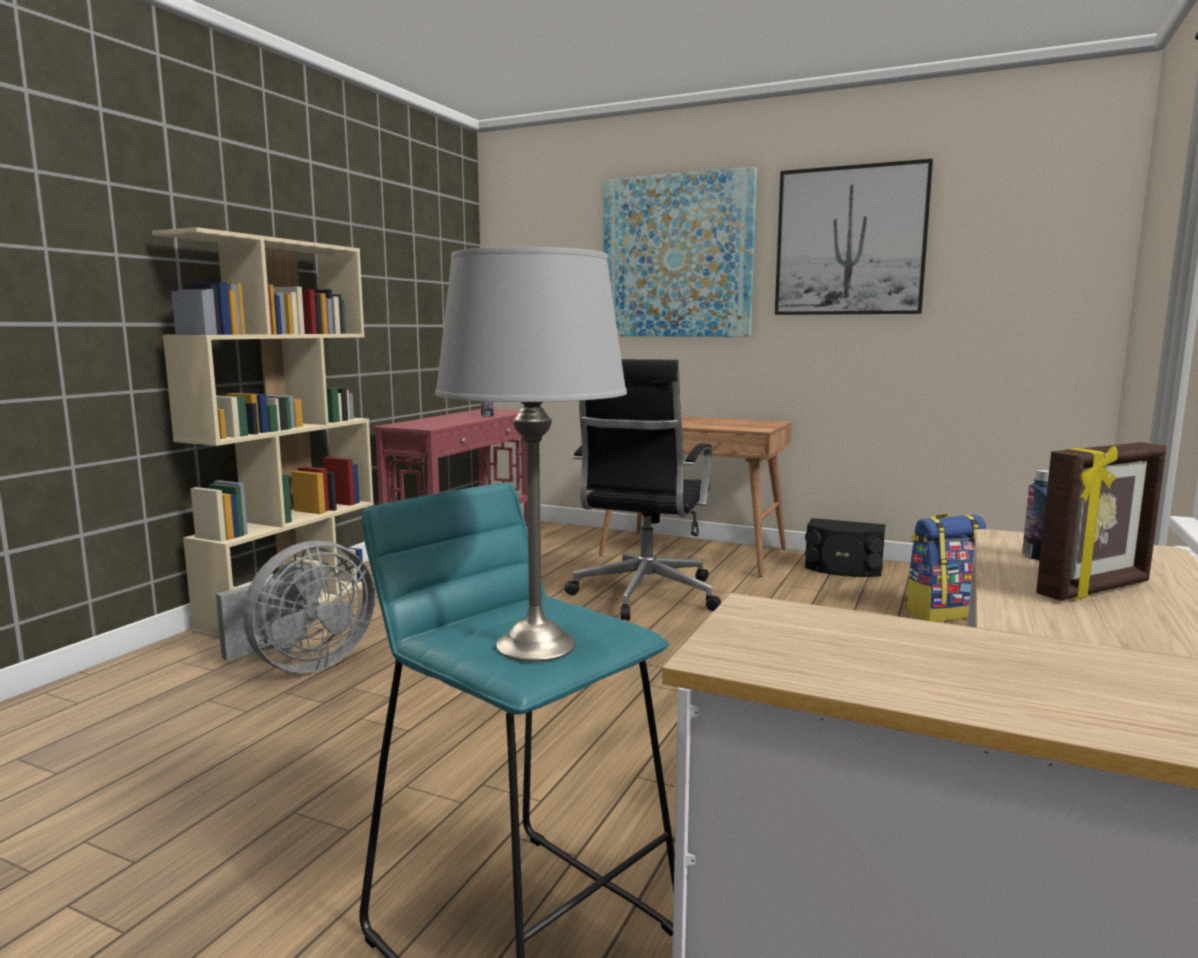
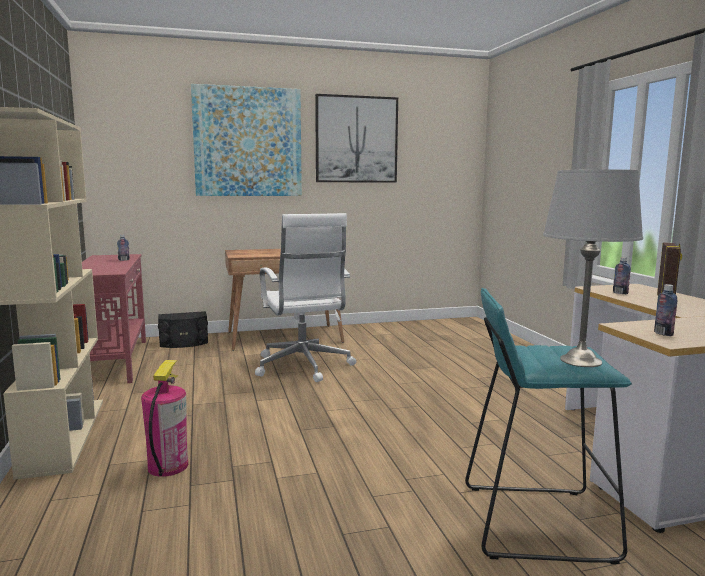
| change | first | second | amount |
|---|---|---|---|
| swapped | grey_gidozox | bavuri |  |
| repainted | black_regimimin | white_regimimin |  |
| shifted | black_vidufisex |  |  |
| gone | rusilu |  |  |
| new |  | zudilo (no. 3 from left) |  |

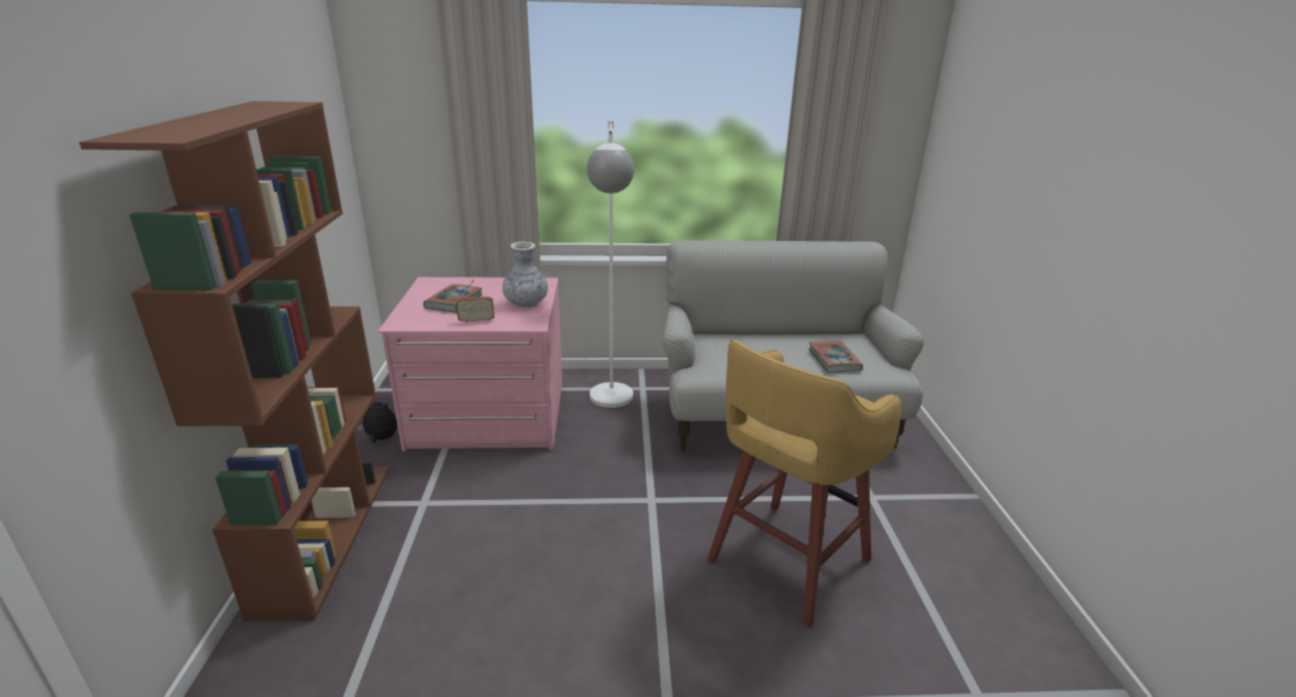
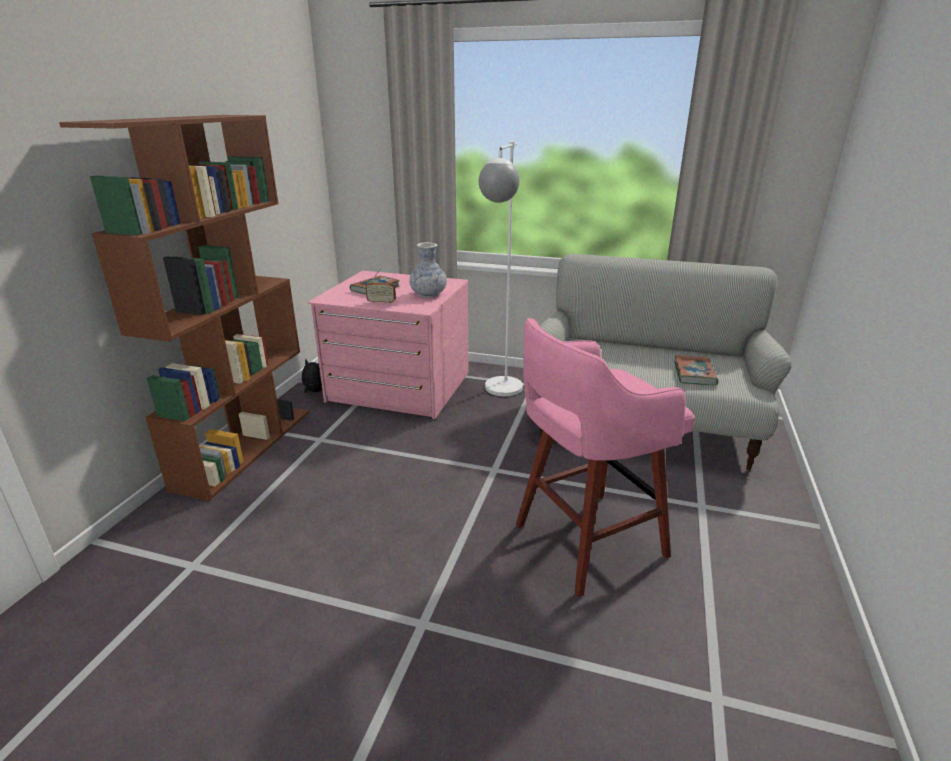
| change | first | second | amount |
|---|---|---|---|
| repainted | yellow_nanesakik | pink_nanesakik |  |

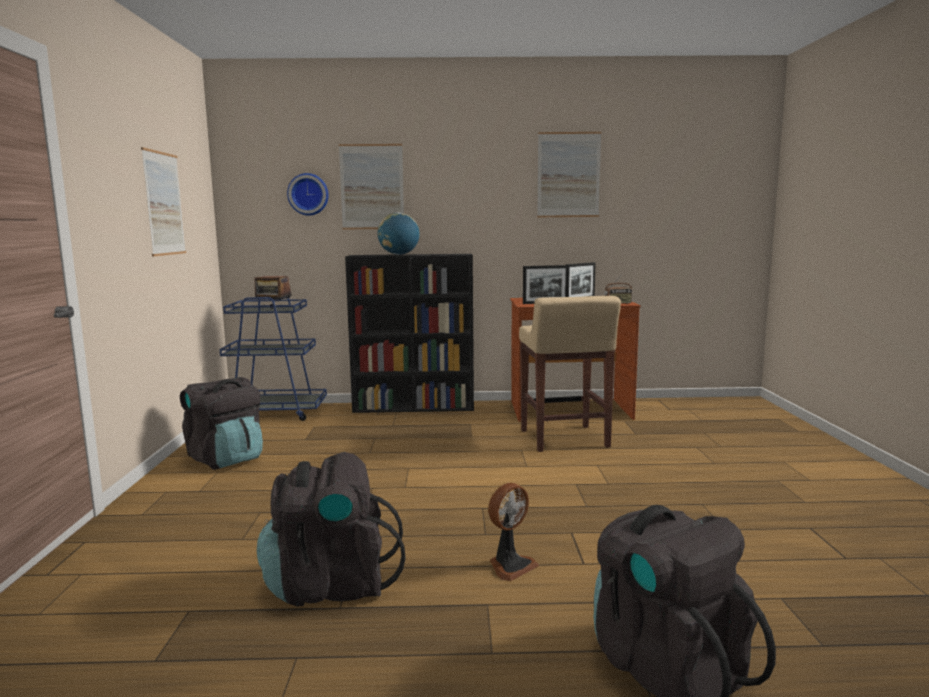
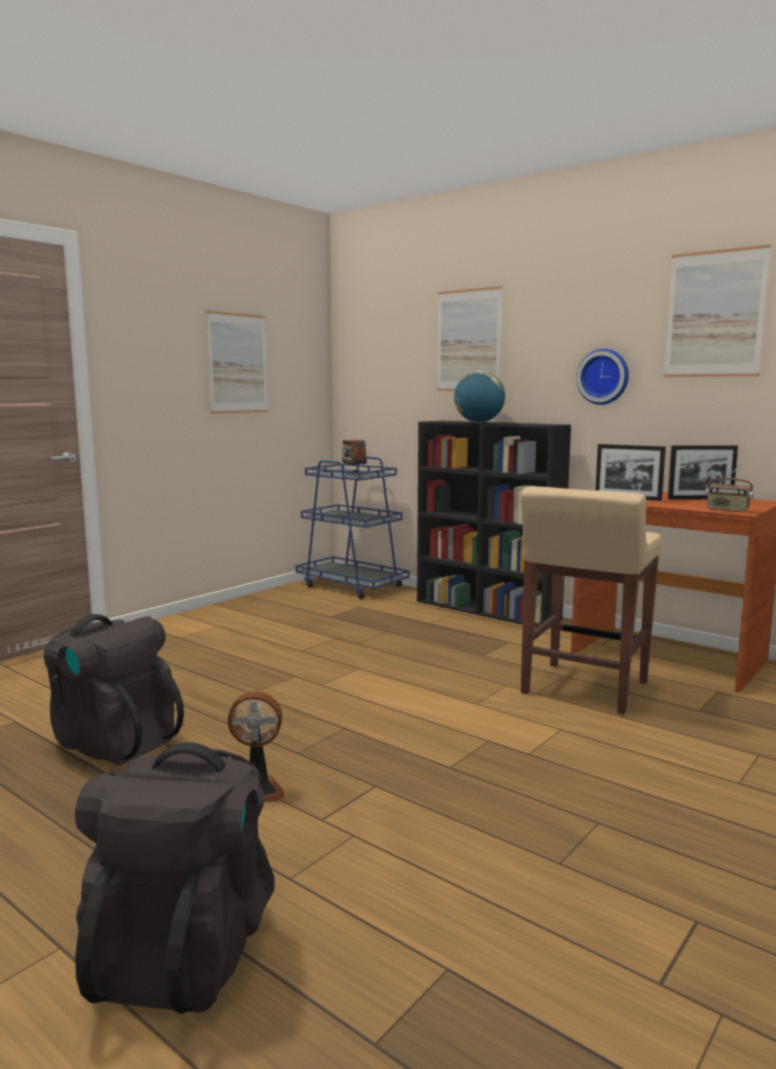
| change | first | second | amount |
|---|---|---|---|
| gone | black_rusilu (no. 1 from left) |  |  |
| shifted | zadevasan |  |  |

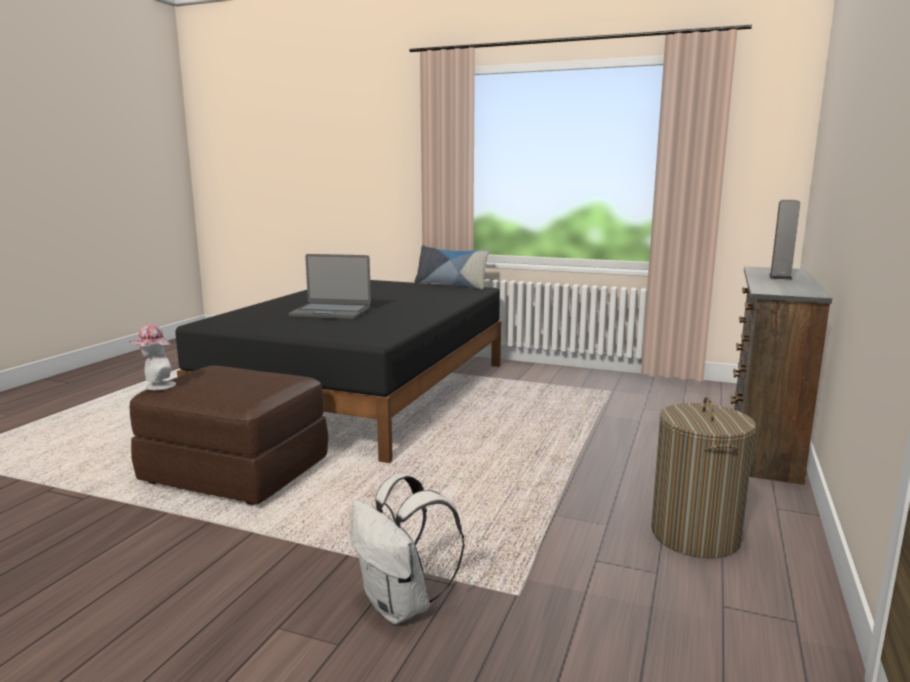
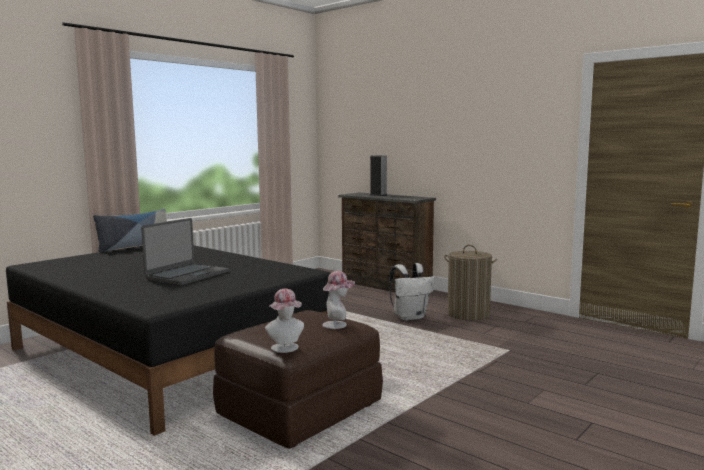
| change | first | second | amount |
|---|---|---|---|
| shifted | white_rusilu |  |  |
| new |  | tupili (no. 2 from left) |  |

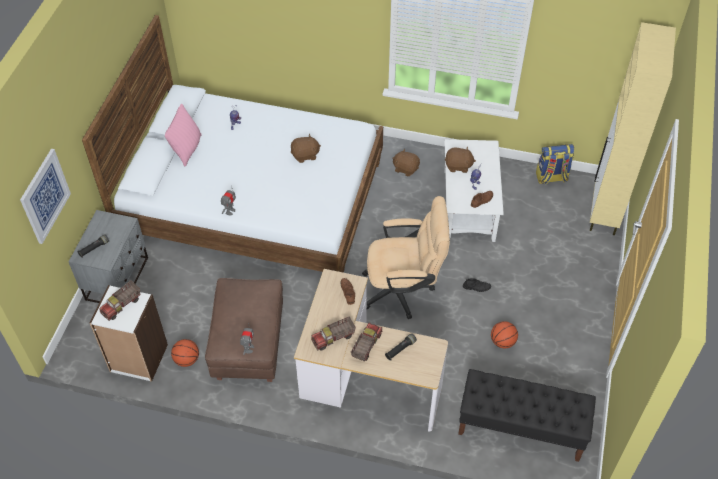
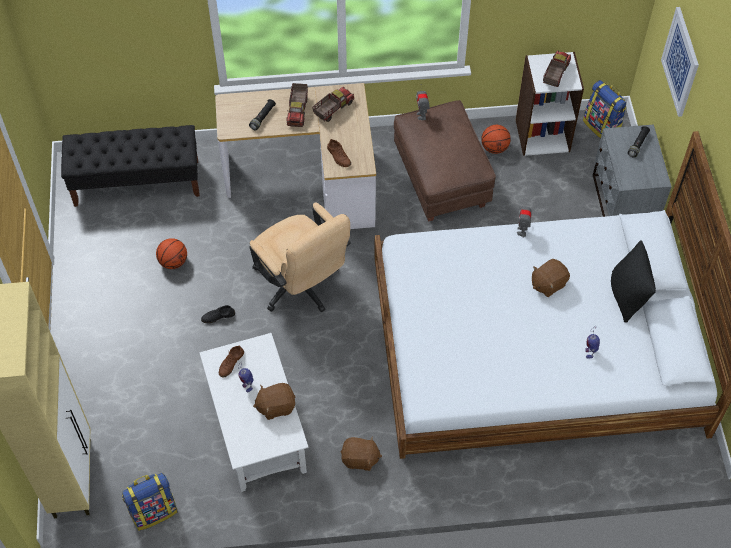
| change | first | second | amount |
|---|---|---|---|
| repainted | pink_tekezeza | black_tekezeza |  |
| shifted | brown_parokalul (no. 1 from left in the first image) | brown_parokalul (no. 3 from left) |  |
| rotated | beige_regimimin |  | 105 degrees counterclockwise |
| new |  | rusilu (no. 2 from left) |  |

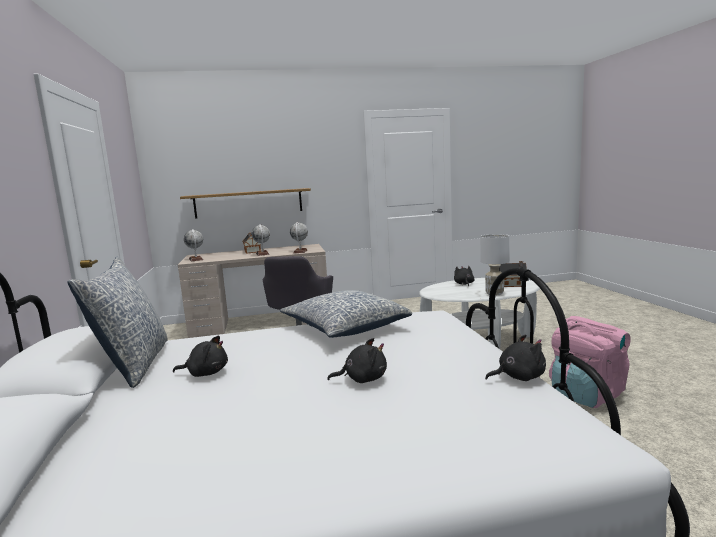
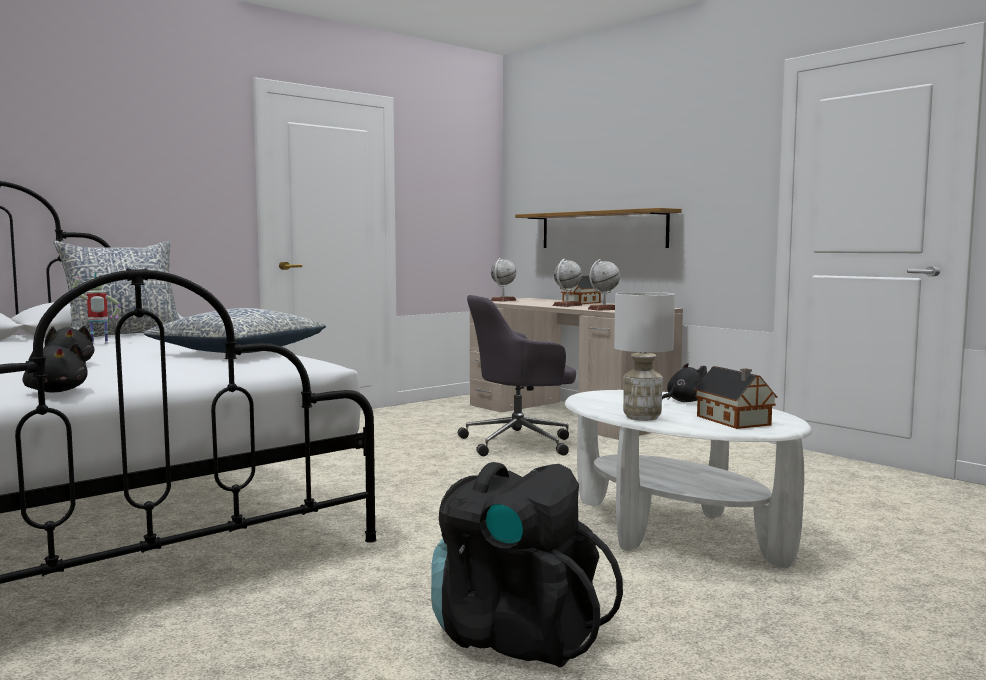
| change | first | second | amount |
|---|---|---|---|
| swapped | black_parokalul (no. 1 from left) | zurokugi |  |
| repainted | pink_rusilu | black_rusilu |  |

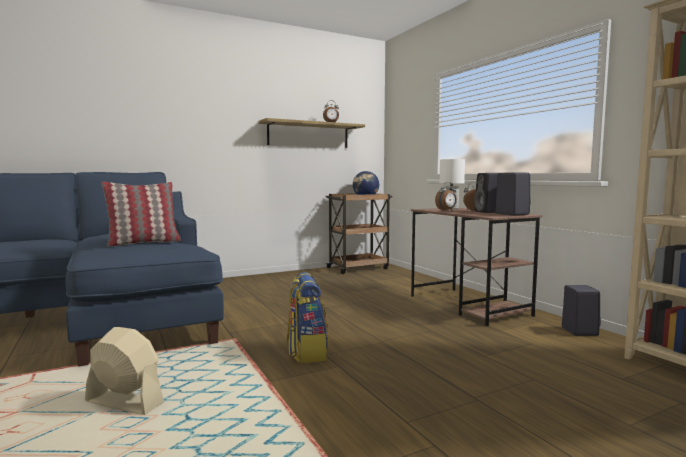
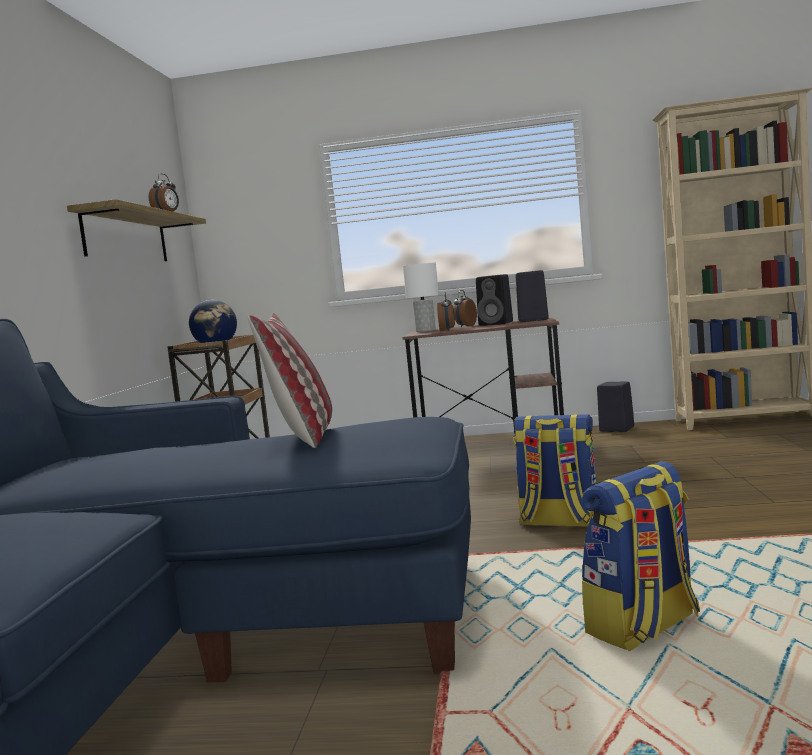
| change | first | second | amount |
|---|---|---|---|
| swapped | beige_gidozox | rusilu (no. 2 from left) |  |

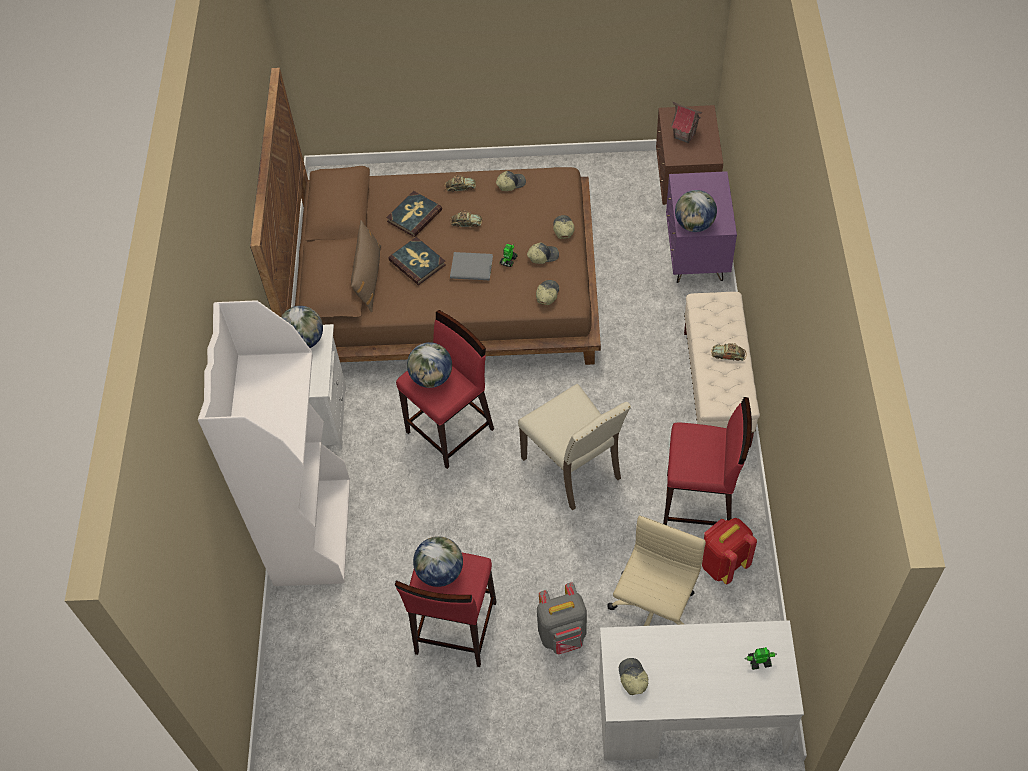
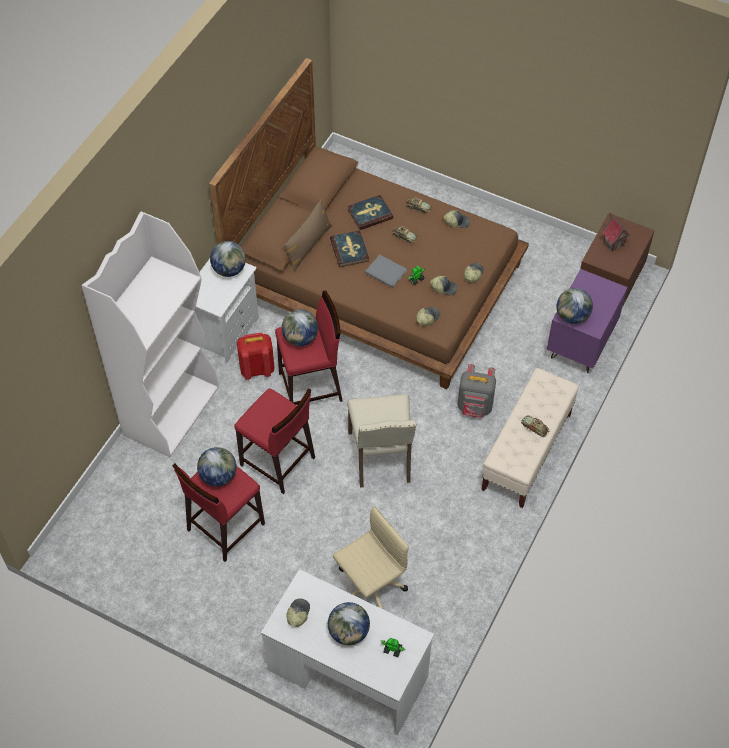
| change | first | second | amount |
|---|---|---|---|
| shifted | grey_rusilu |  |  |
| shifted | red_nanesakik (no. 3 from left in the first image) | red_nanesakik (no. 2 from left) |  |
| shifted | red_rusilu |  |  |
| new |  | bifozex (no. 4 from left) |  |

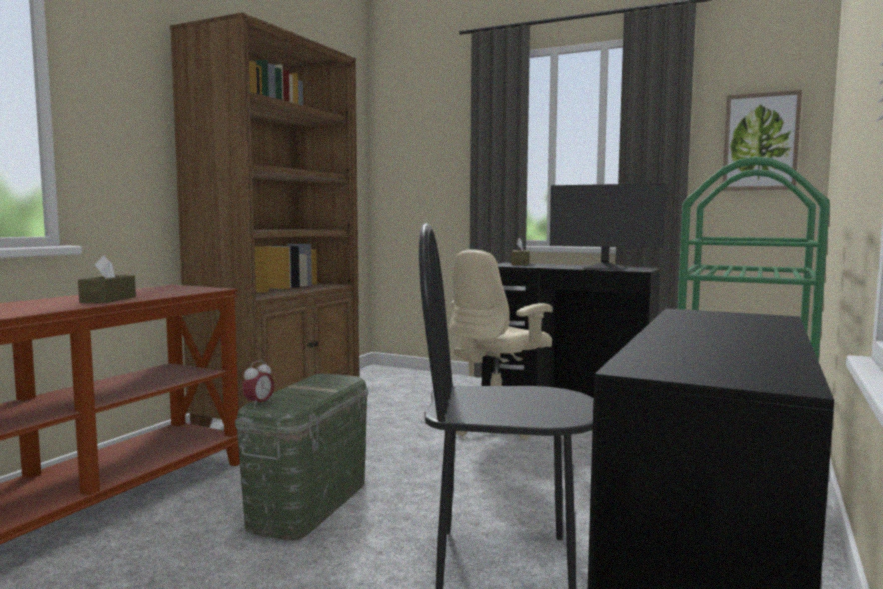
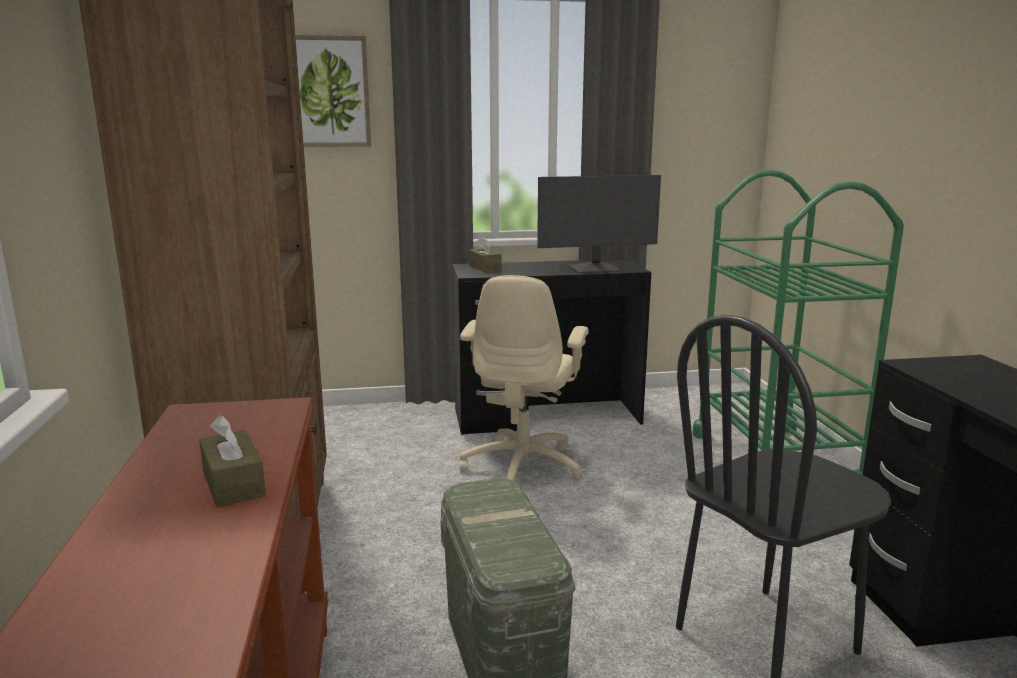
| change | first | second | amount |
|---|---|---|---|
| gone | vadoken |  |  |
| shifted | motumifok |  |  |

